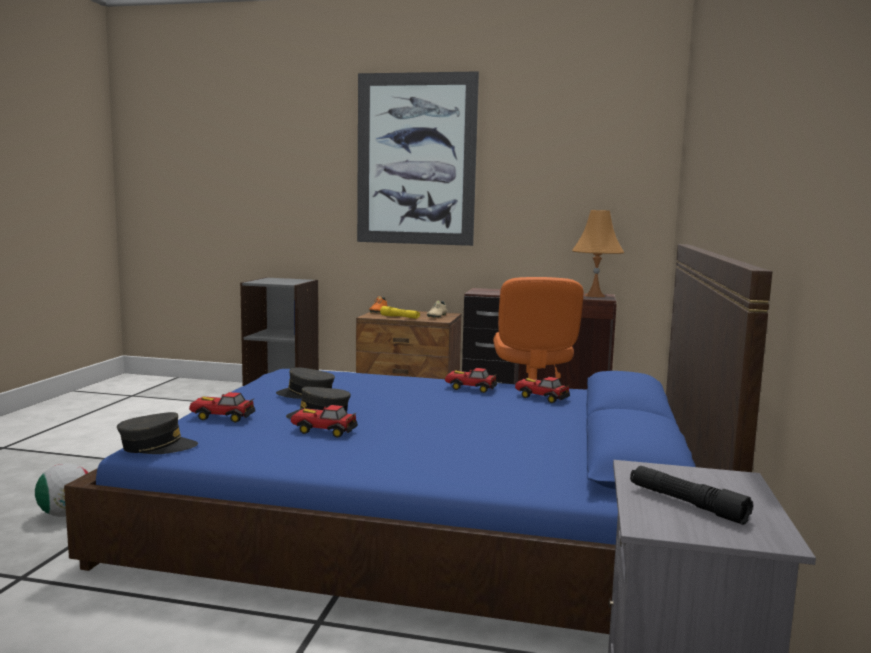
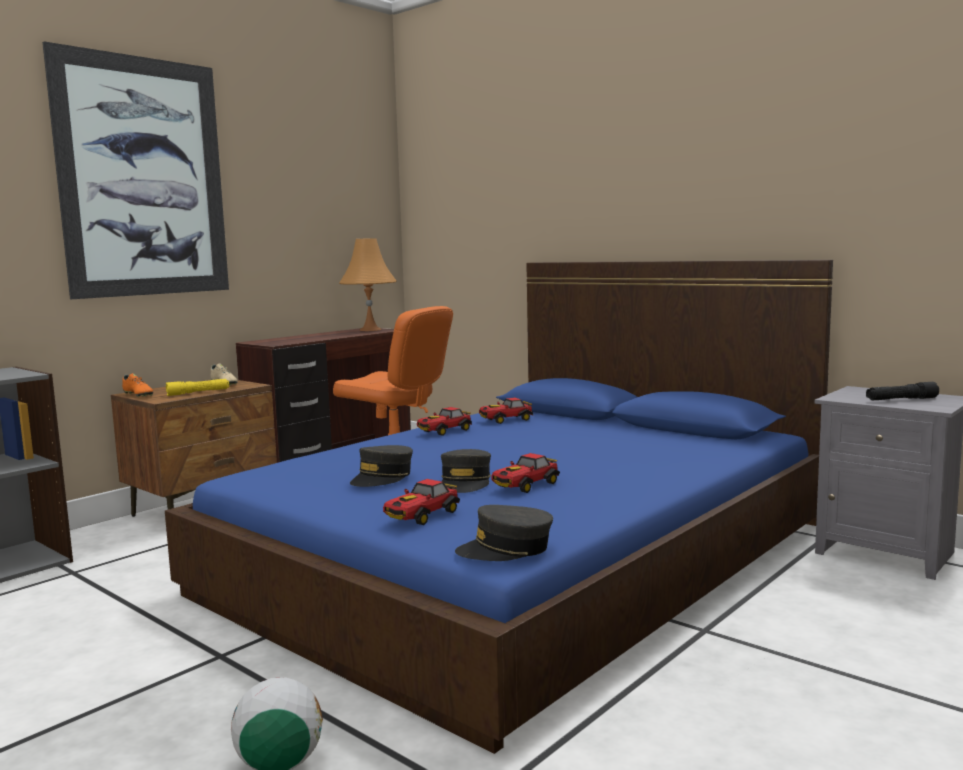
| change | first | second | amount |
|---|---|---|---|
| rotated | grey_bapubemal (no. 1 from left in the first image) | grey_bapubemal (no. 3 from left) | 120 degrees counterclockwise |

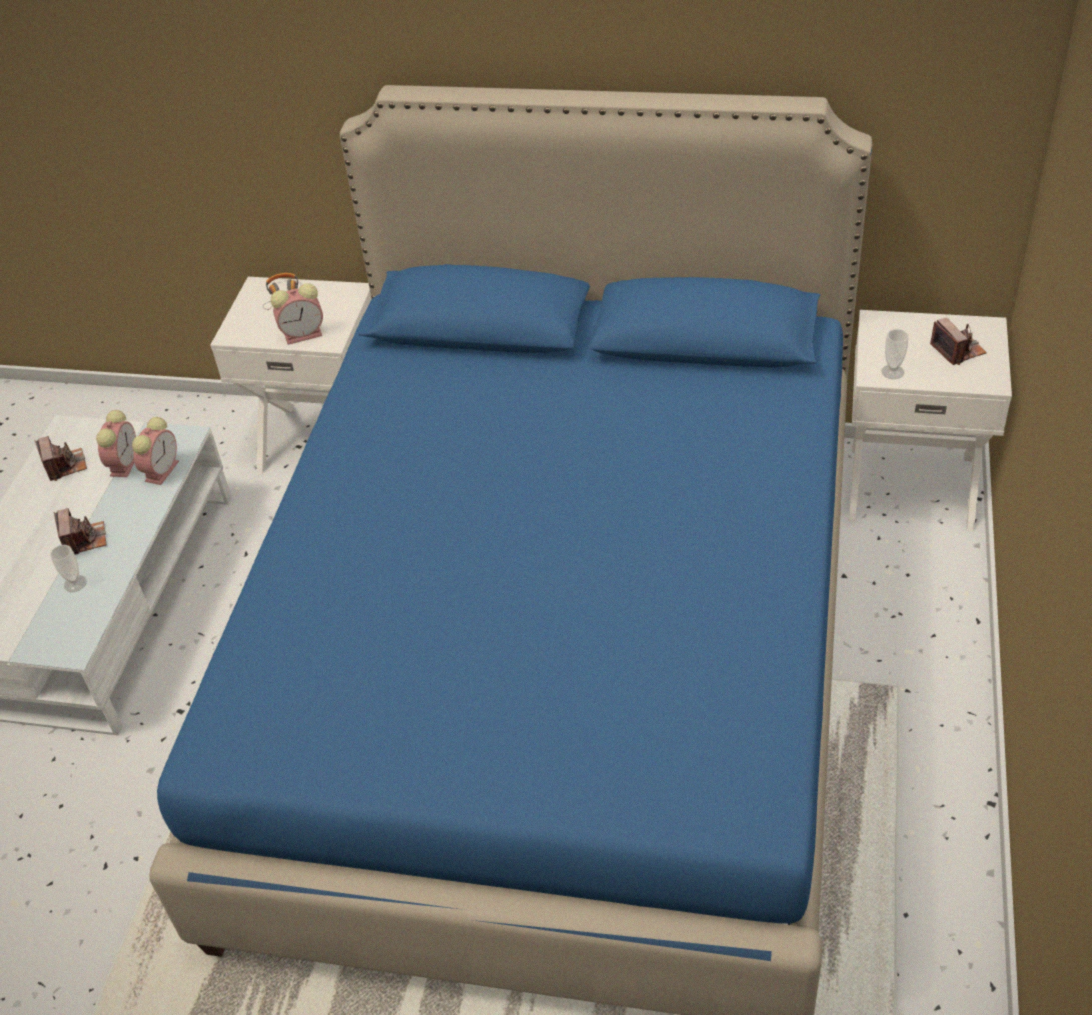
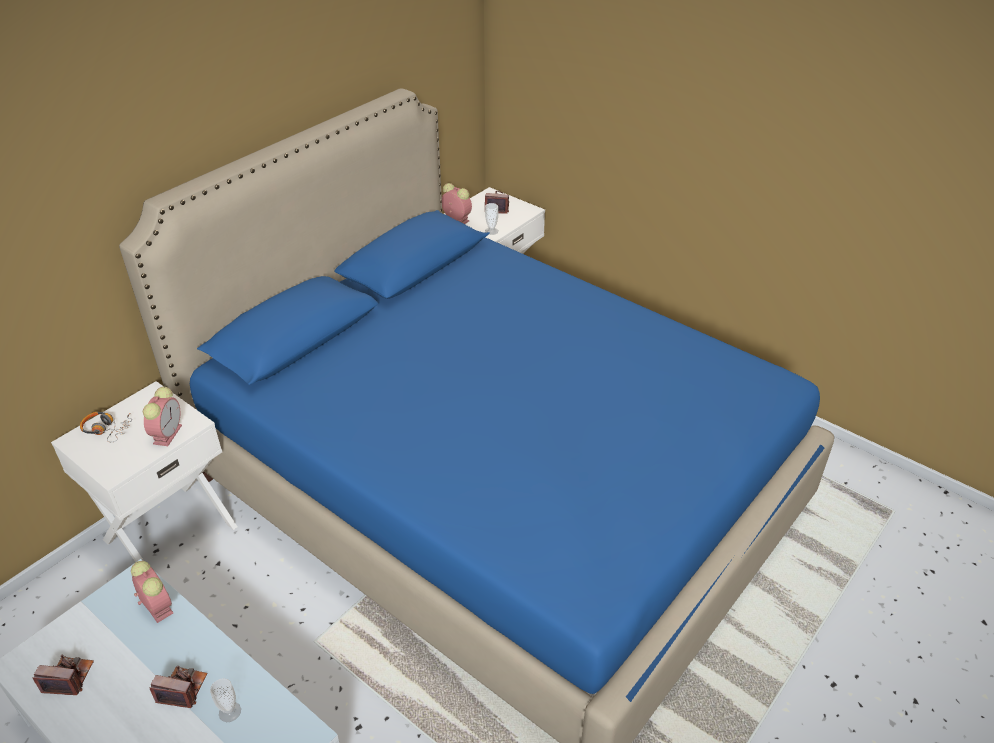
| change | first | second | amount |
|---|---|---|---|
| shifted | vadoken (no. 1 from left in the first image) | vadoken (no. 3 from left) |  |

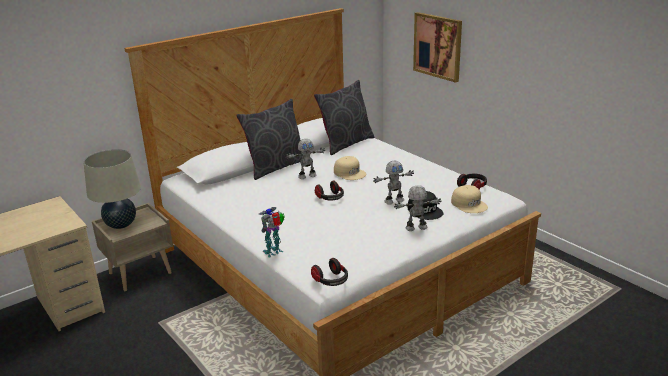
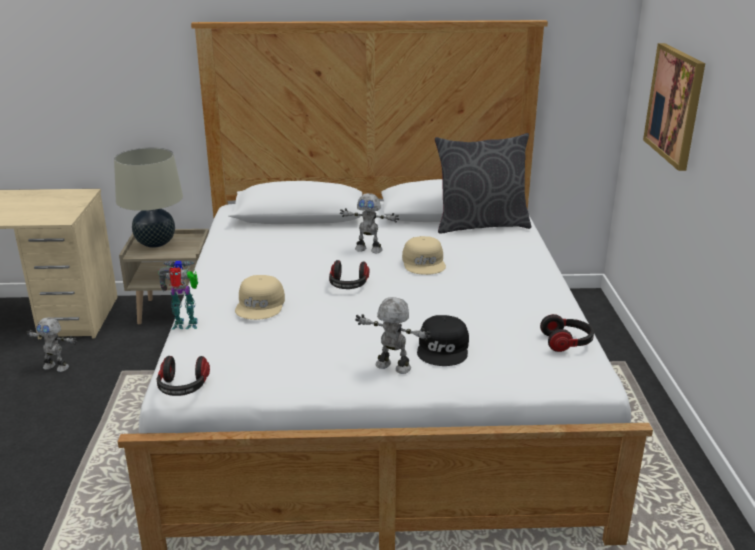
| change | first | second | amount |
|---|---|---|---|
| gone | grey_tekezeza (no. 1 from left) |  |  |
| shifted | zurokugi (no. 3 from left in the first image) | zurokugi (no. 1 from left) |  |
| shifted | beige_bapubemal (no. 2 from left in the first image) | beige_bapubemal (no. 1 from left) |  |

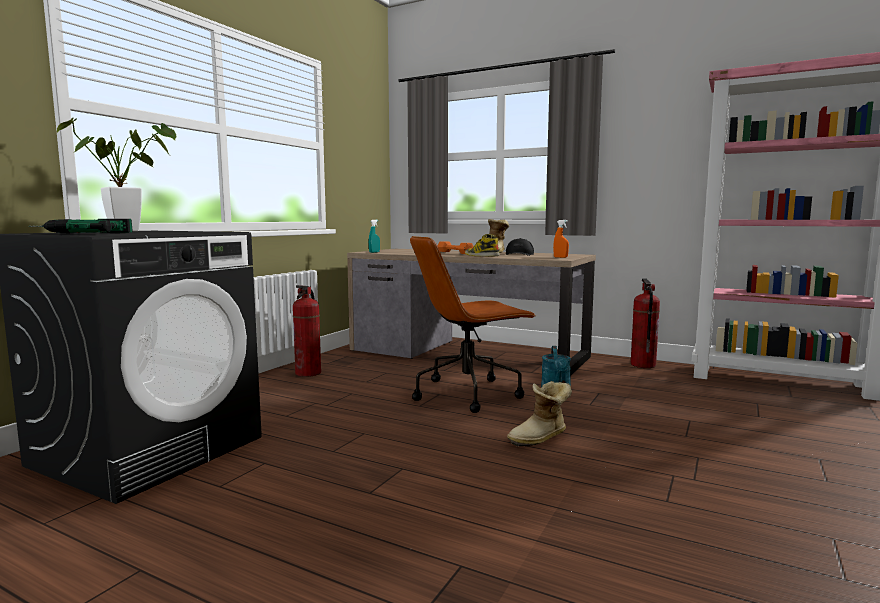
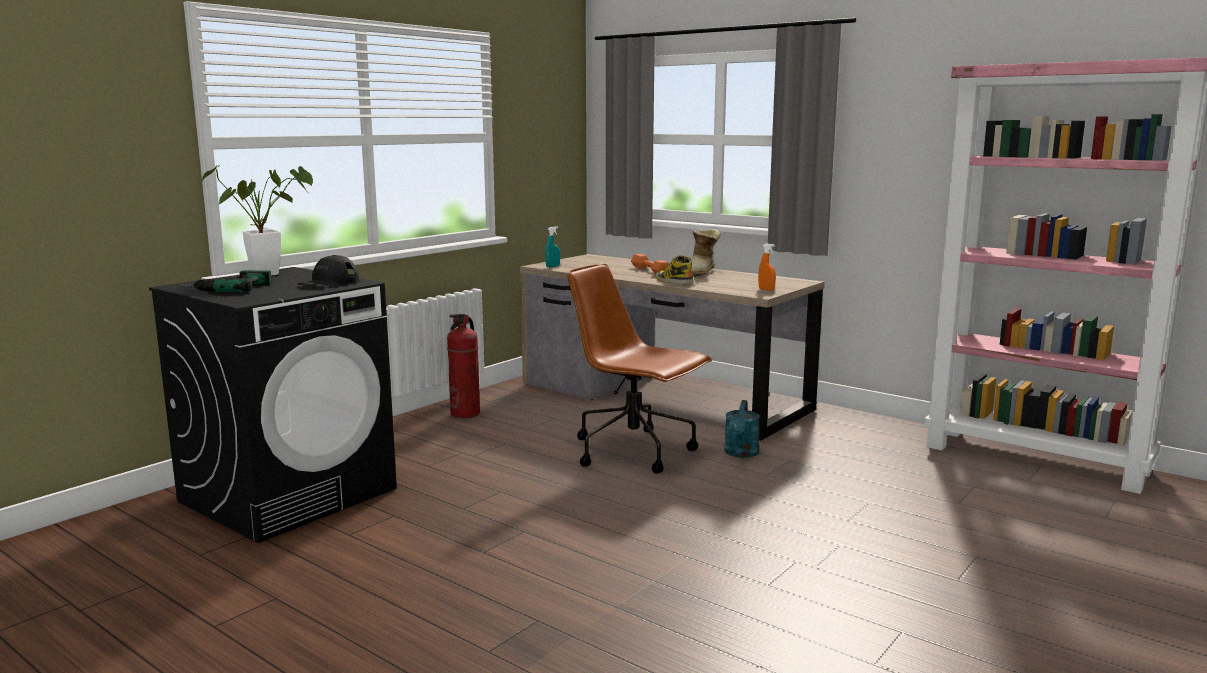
| change | first | second | amount |
|---|---|---|---|
| rotated | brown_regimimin |  | 45 degrees clockwise |
| shifted | black_bapubemal |  |  |
| gone | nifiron (no. 3 from left) |  |  |
| gone | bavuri (no. 2 from left) |  |  |

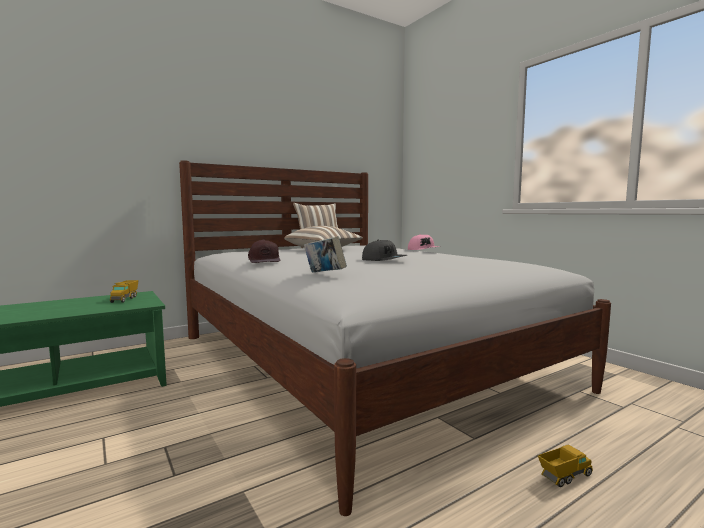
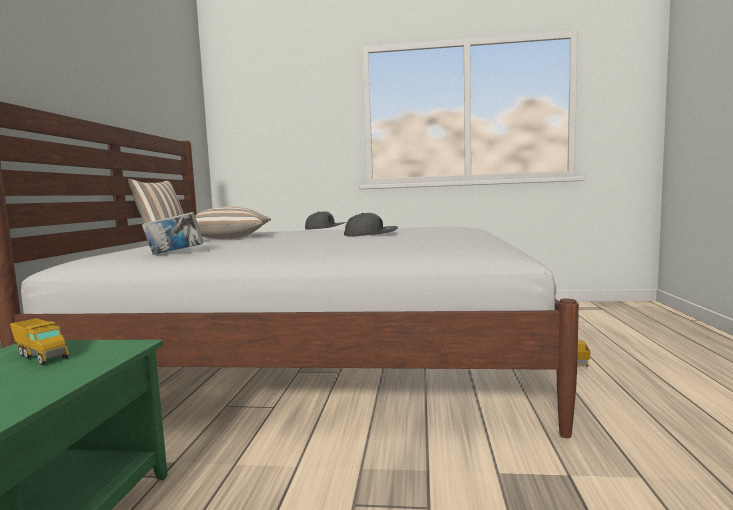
| change | first | second | amount |
|---|---|---|---|
| gone | brown_bapubemal |  |  |
| shifted | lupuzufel |  |  |
| repainted | pink_bapubemal | grey_bapubemal (no. 1 from left) |  |

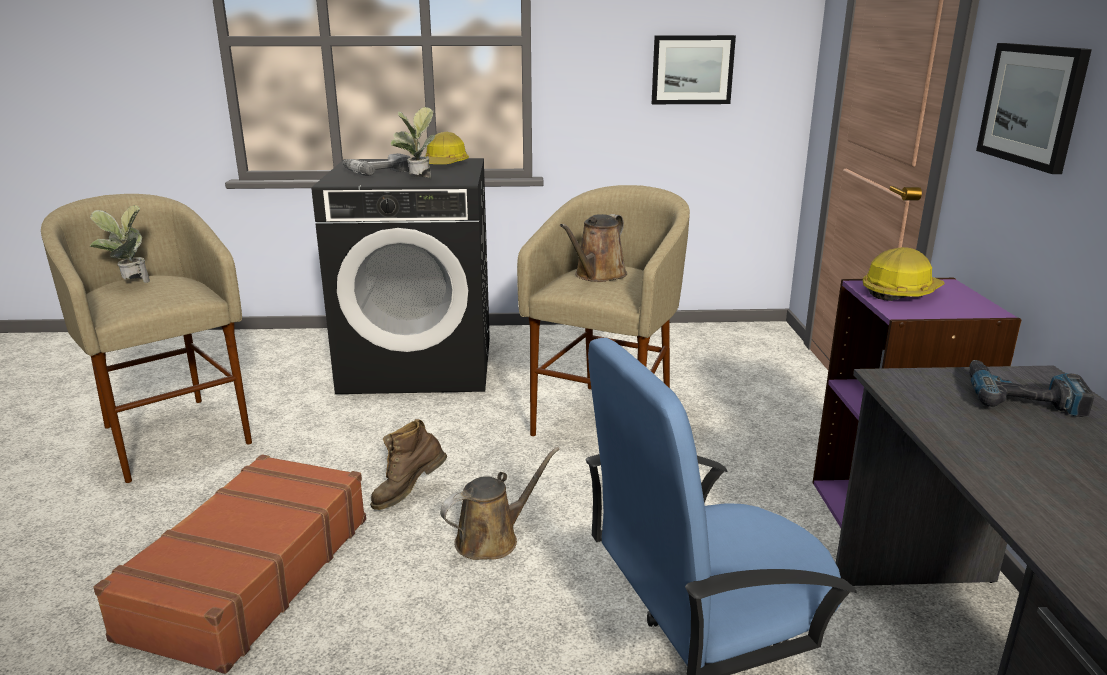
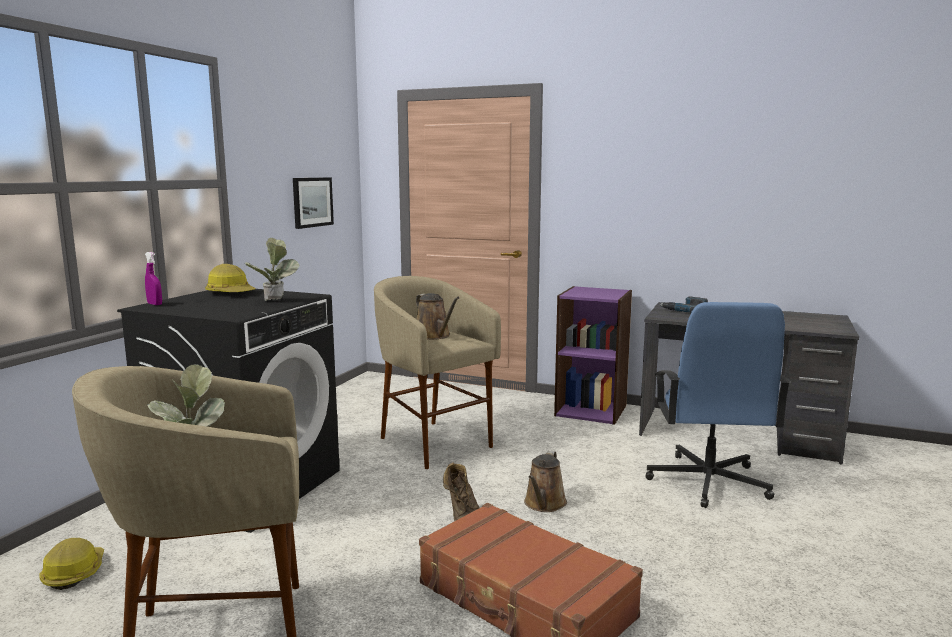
| change | first | second | amount |
|---|---|---|---|
| gone | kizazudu (no. 1 from left) |  |  |
| rotated | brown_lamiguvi (no. 1 from left in the first image) | brown_lamiguvi (no. 2 from left) | 150 degrees counterclockwise |
| shifted | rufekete (no. 2 from left in the first image) | rufekete (no. 1 from left) |  |
| gone | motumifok (no. 2 from left) |  |  |
| new |  | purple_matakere |  |

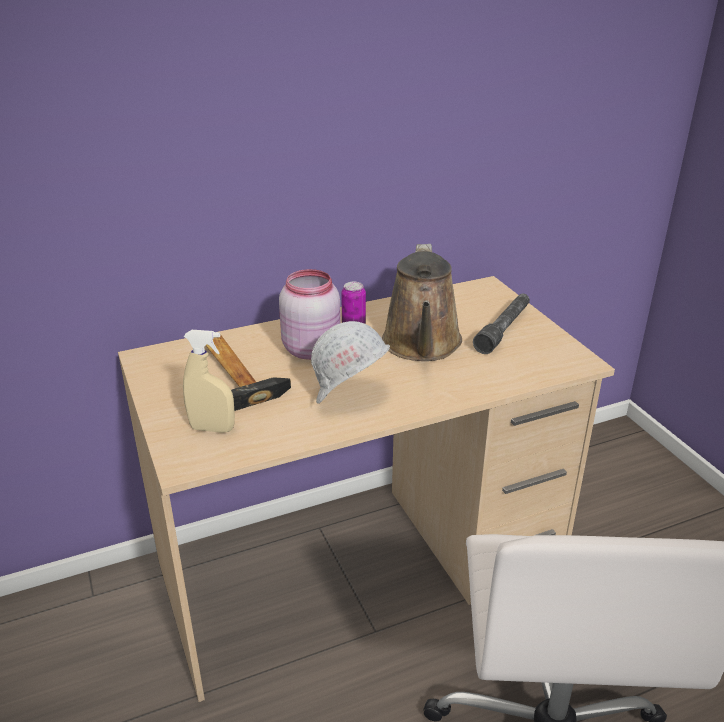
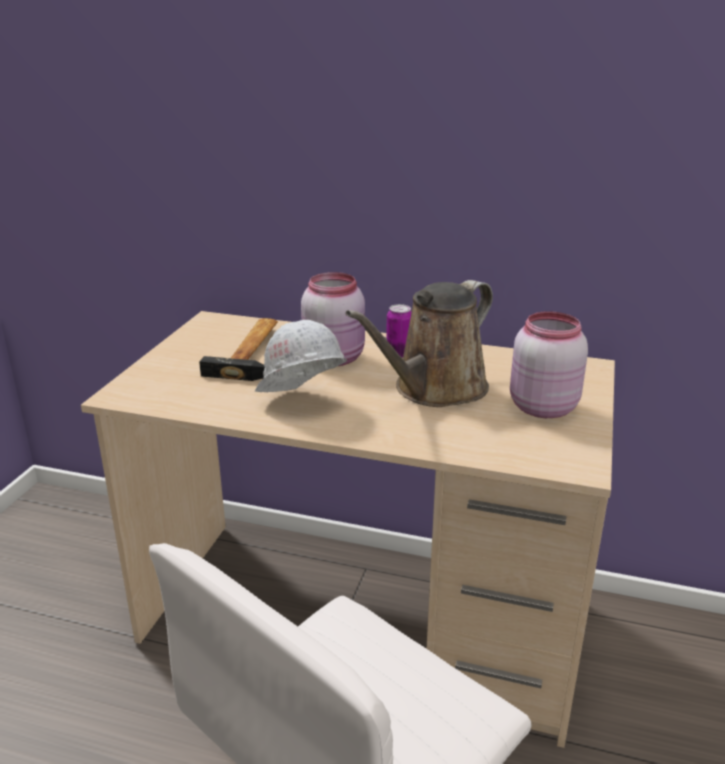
| change | first | second | amount |
|---|---|---|---|
| gone | beige_matakere |  |  |
| swapped | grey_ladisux | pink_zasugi (no. 2 from left) |  |

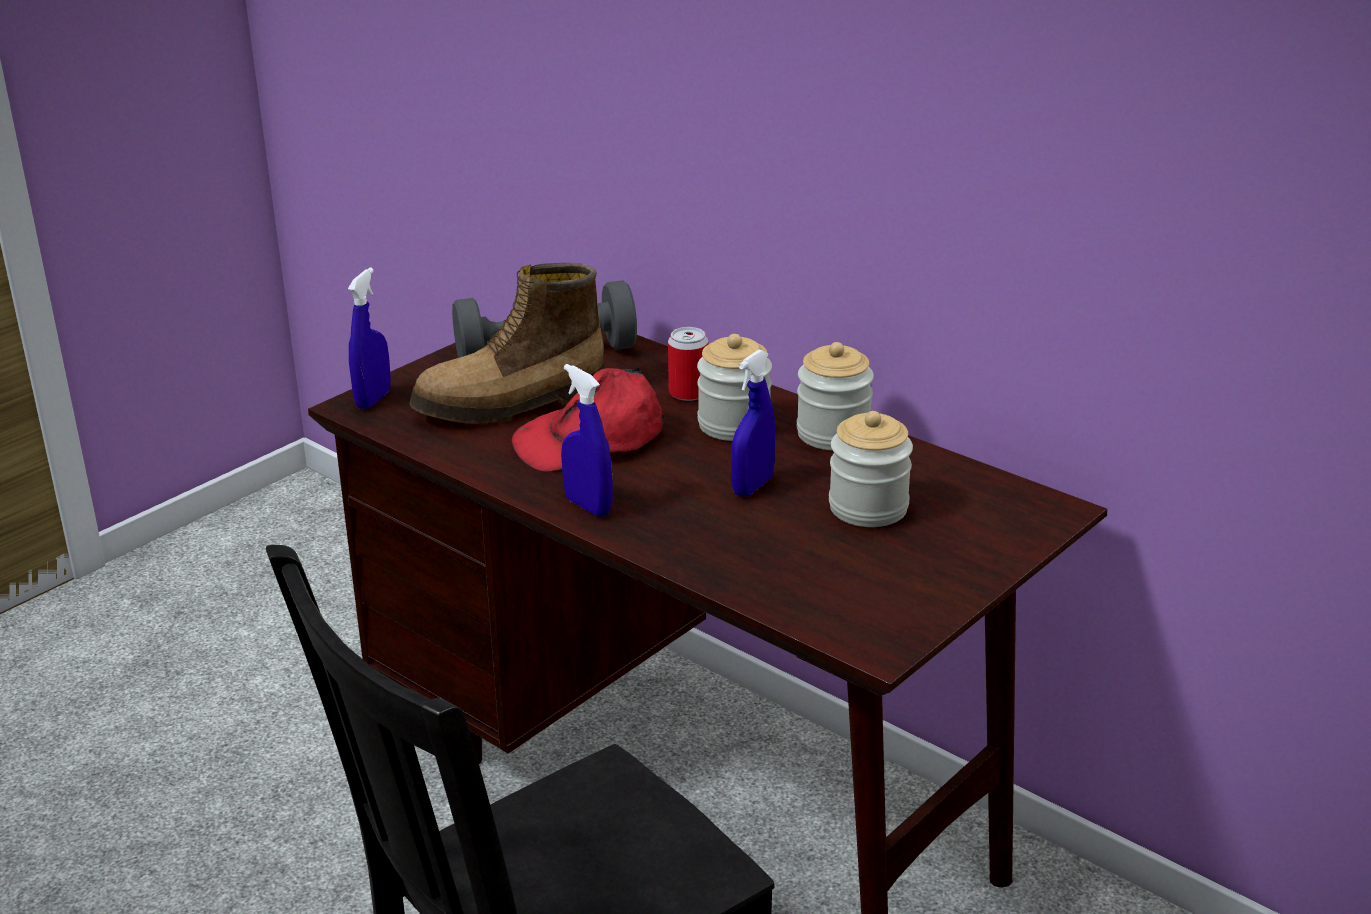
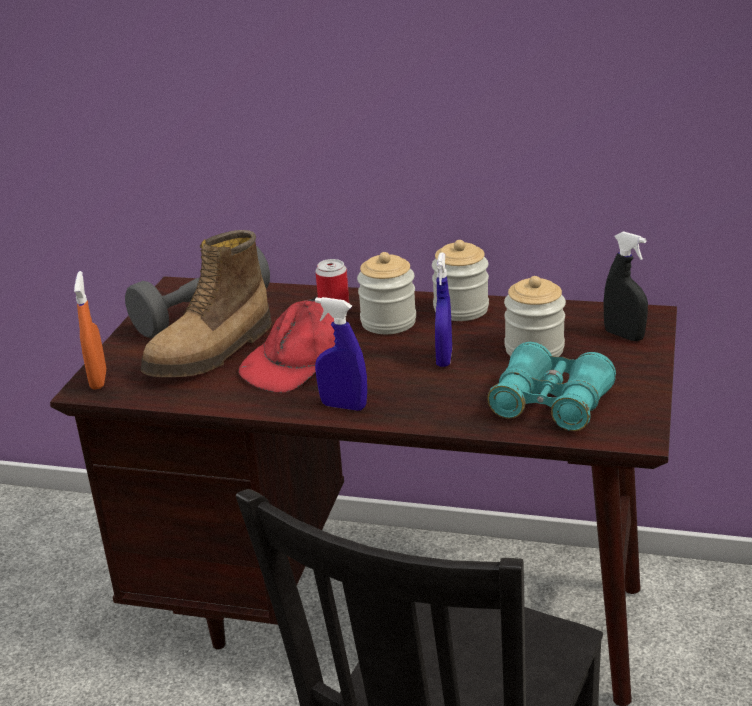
| change | first | second | amount |
|---|---|---|---|
| repainted | blue_matakere (no. 1 from left) | orange_matakere |  |
| new |  | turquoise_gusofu |  |
| new |  | black_matakere |  |

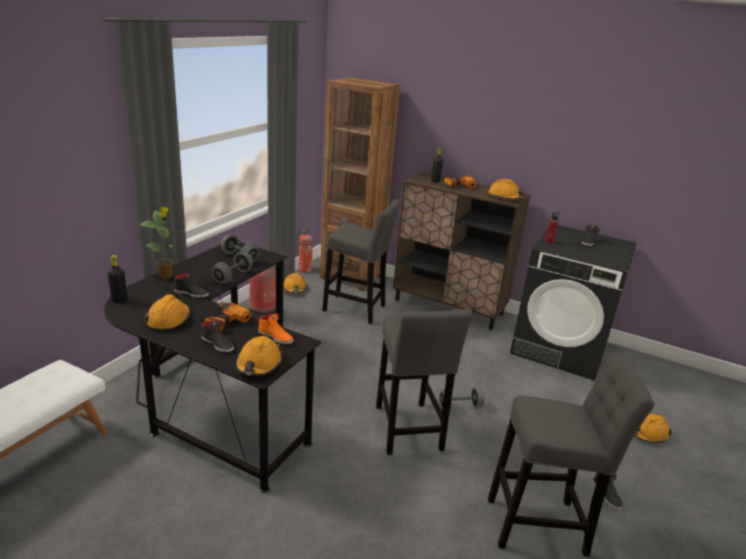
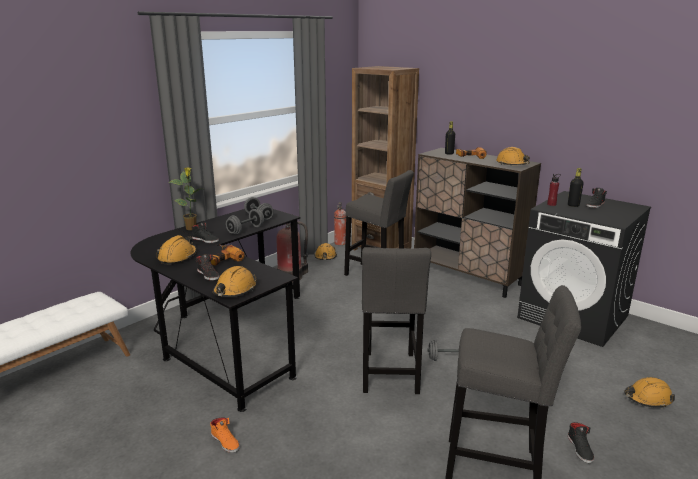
| change | first | second | amount |
|---|---|---|---|
| shifted | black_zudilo (no. 1 from left in the first image) | black_zudilo (no. 2 from left) |  |
| shifted | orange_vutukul |  |  |

